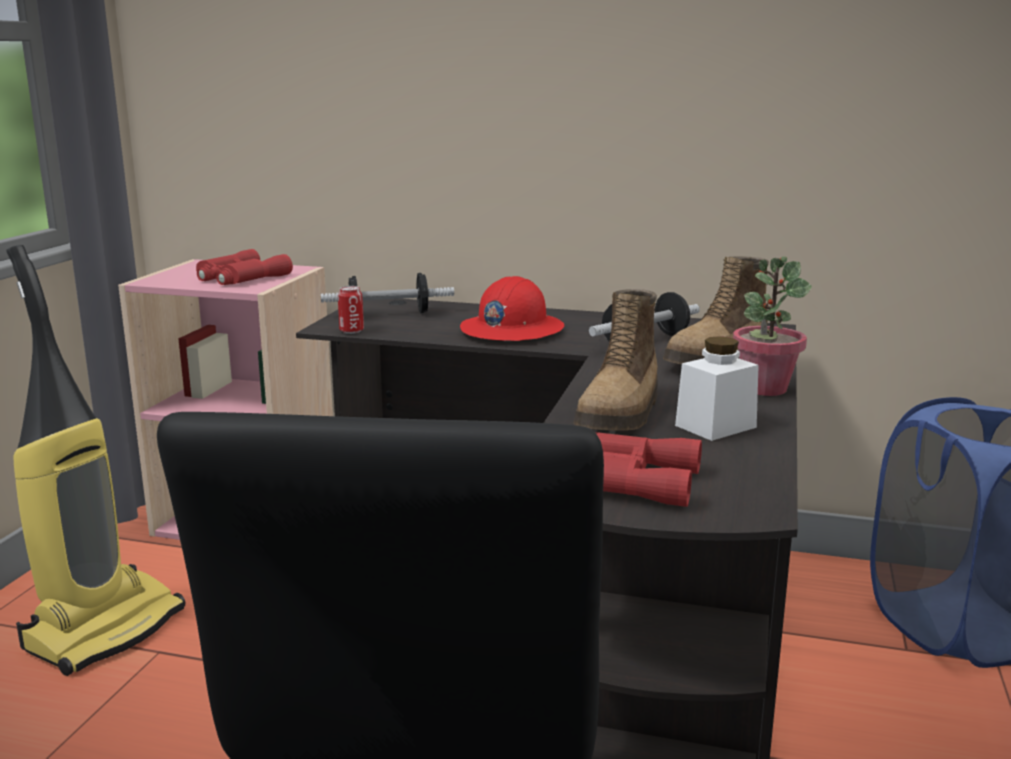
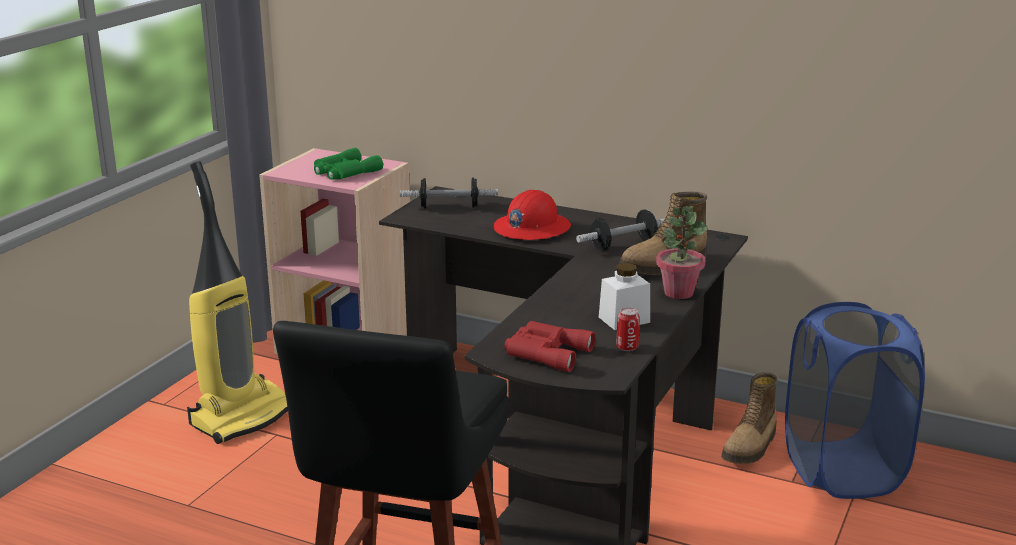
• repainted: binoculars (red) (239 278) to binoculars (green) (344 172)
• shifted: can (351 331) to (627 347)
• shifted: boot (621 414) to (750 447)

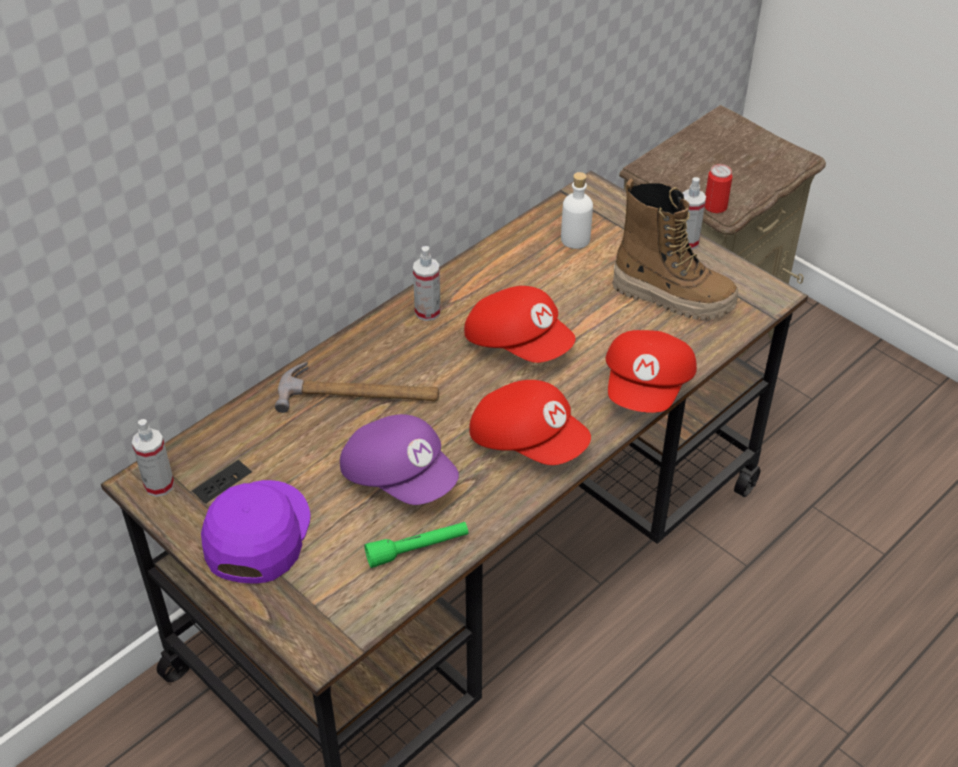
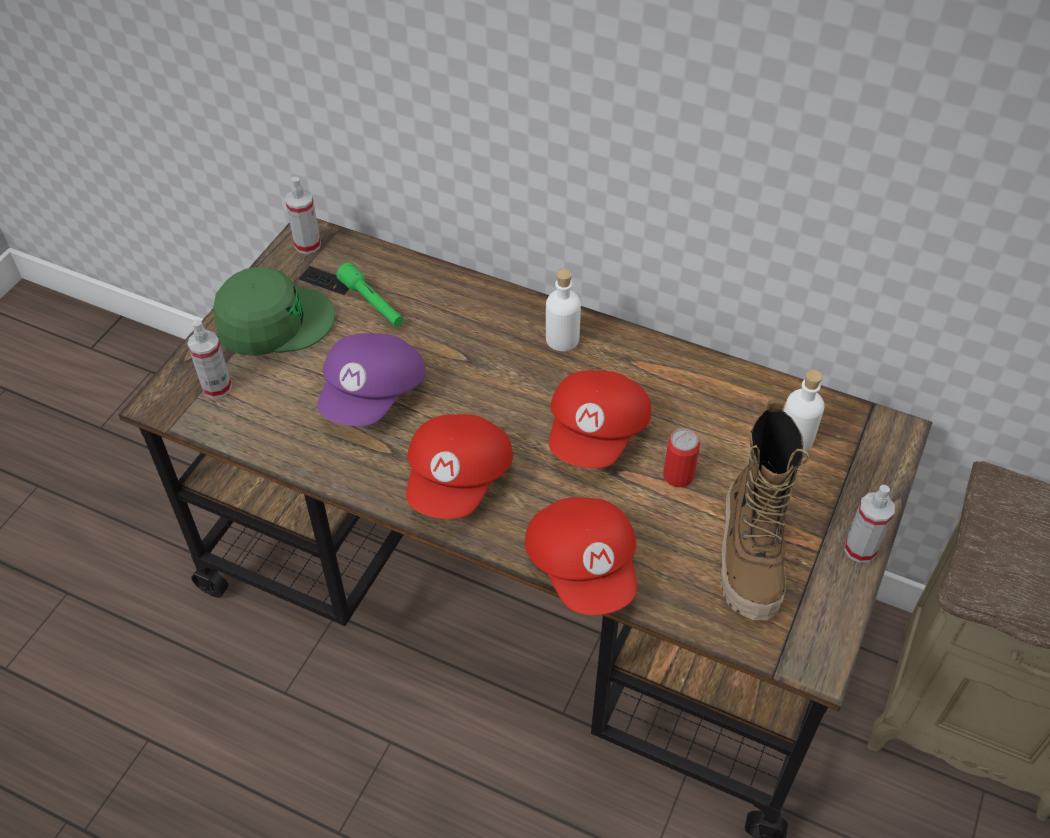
• shifted: can (715 206) to (678 475)
• shifted: spray bottle (427 312) to (217 387)
• rotated: cap (red) (648 388) = (584 567) 105 degrees counterclockwise
• gone: hammer (359 394)
• repainted: cap (purple) (256 534) to cap (green) (273 321)
• shifted: flashlight (green) (417 549) to (372 303)
• new: bottle (white) (562 339)

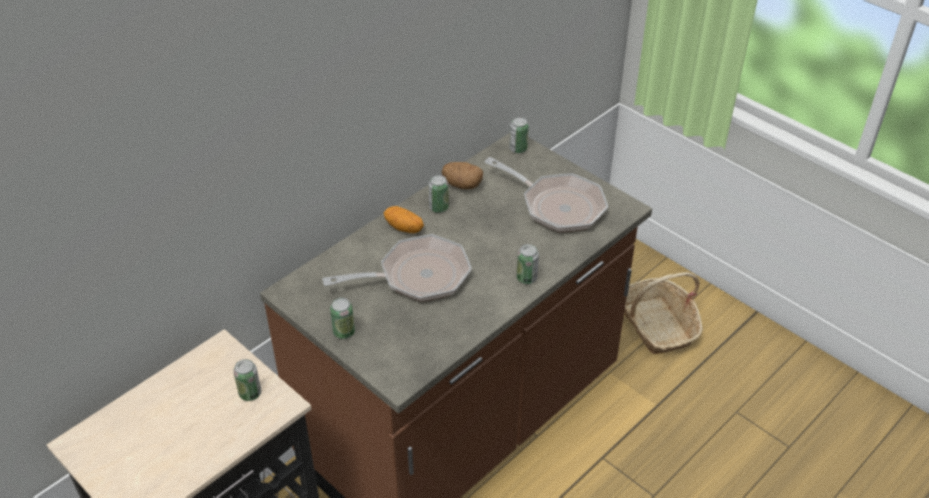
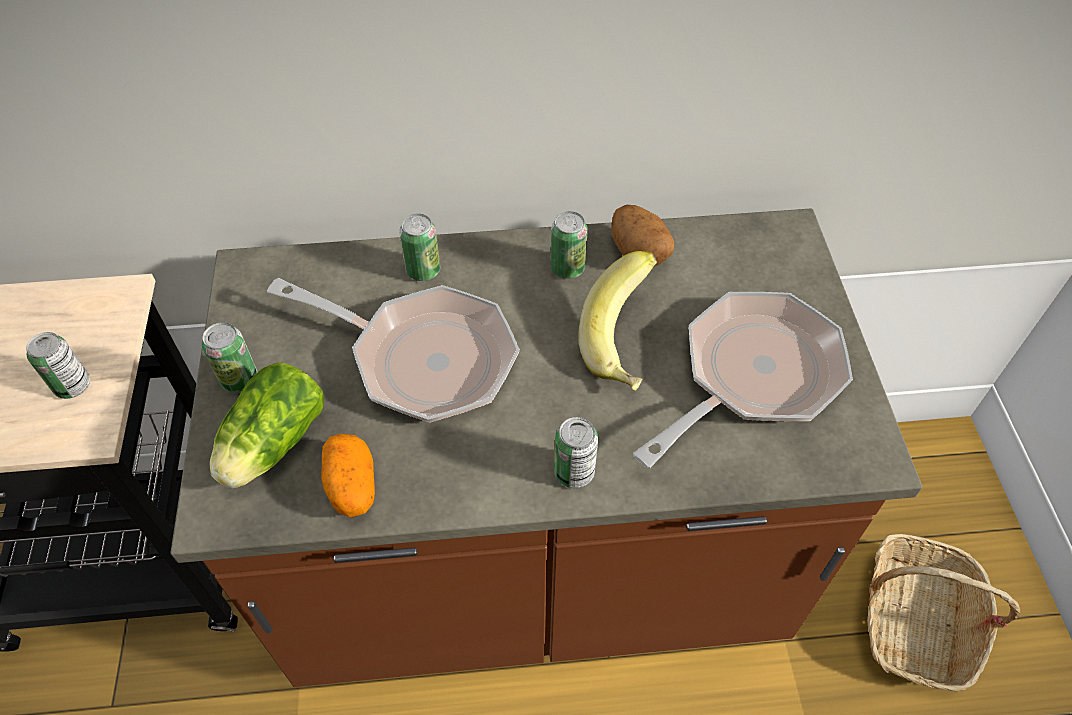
• shifted: can (518 149) to (423 270)
• rotated: frying pan (557 206) = (752 376) 120 degrees counterclockwise
• shifted: potato (404 227) to (351 486)
• new: banana (627 344)
• new: lettuce (271 446)

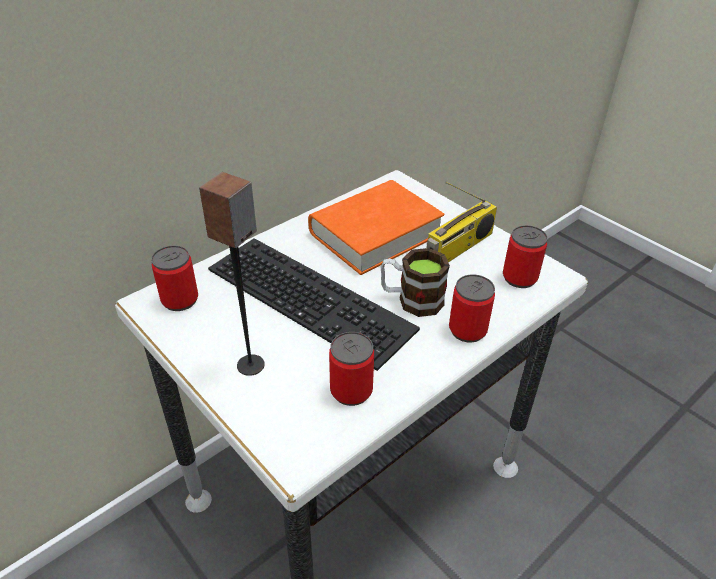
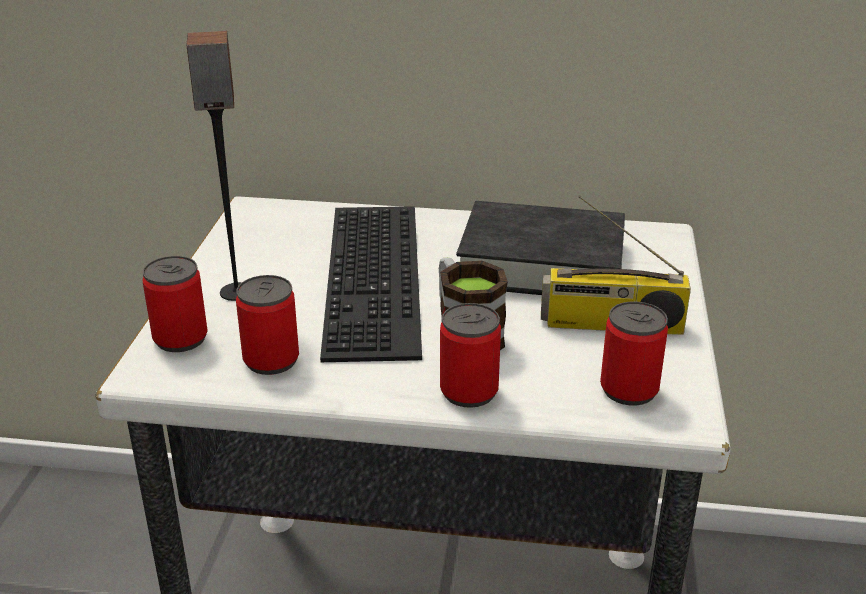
• repainted: book (orange) (375 233) to book (black) (541 263)
• shifted: can (180 300) to (180 339)

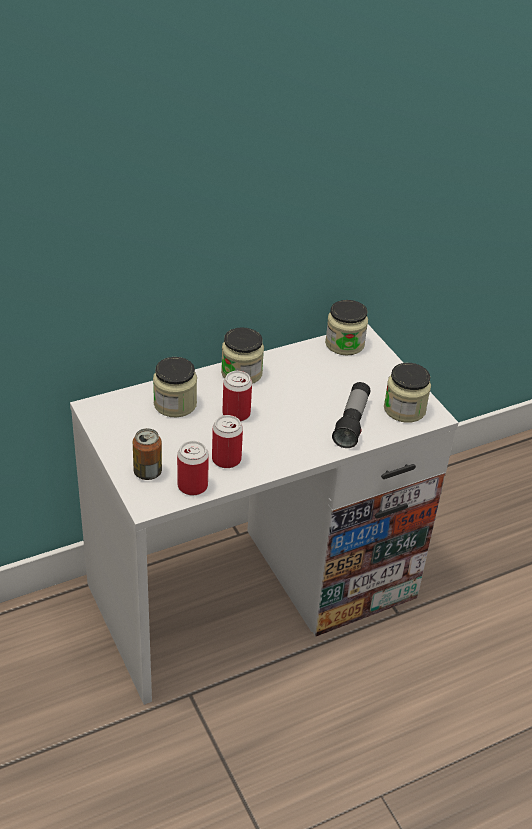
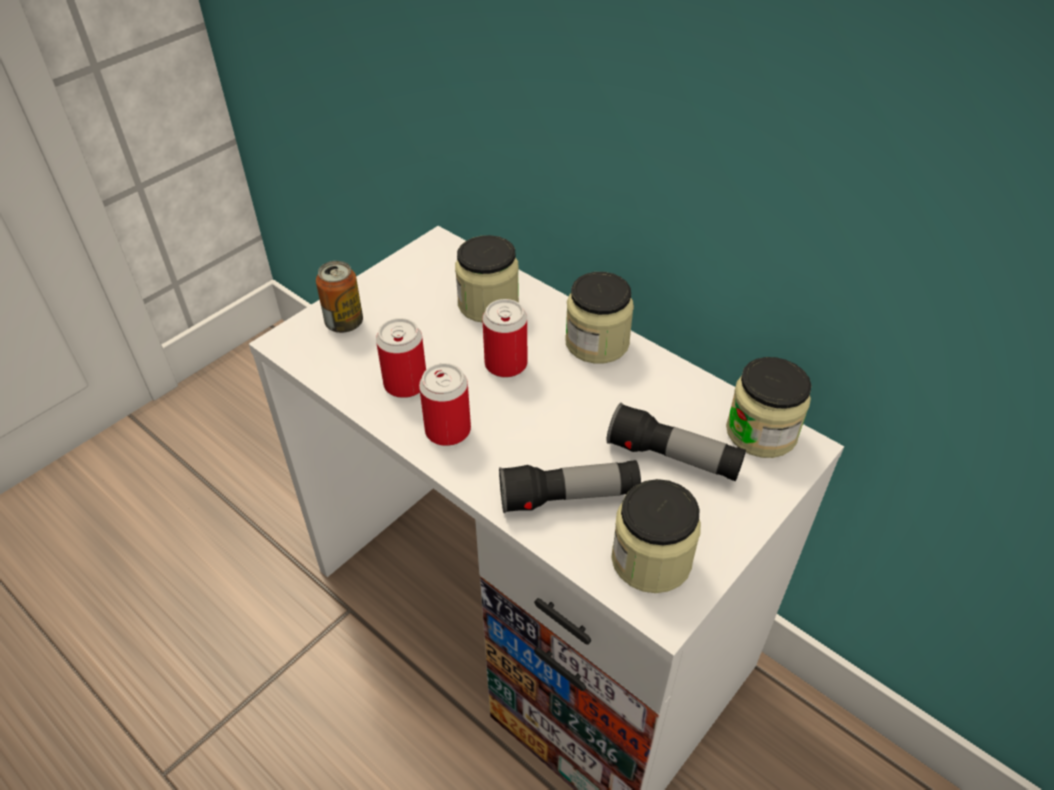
• shifted: can (192 486) to (448 430)
• new: flashlight (673 458)

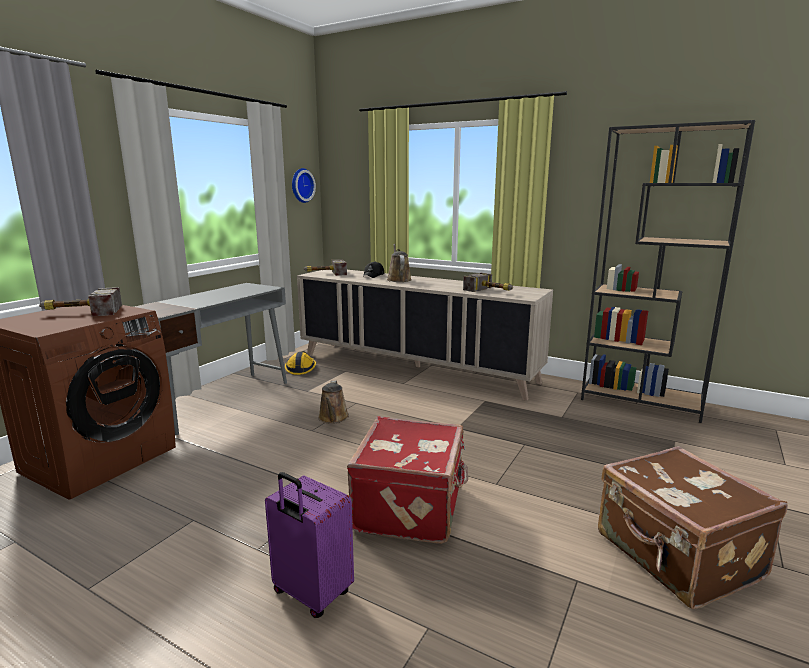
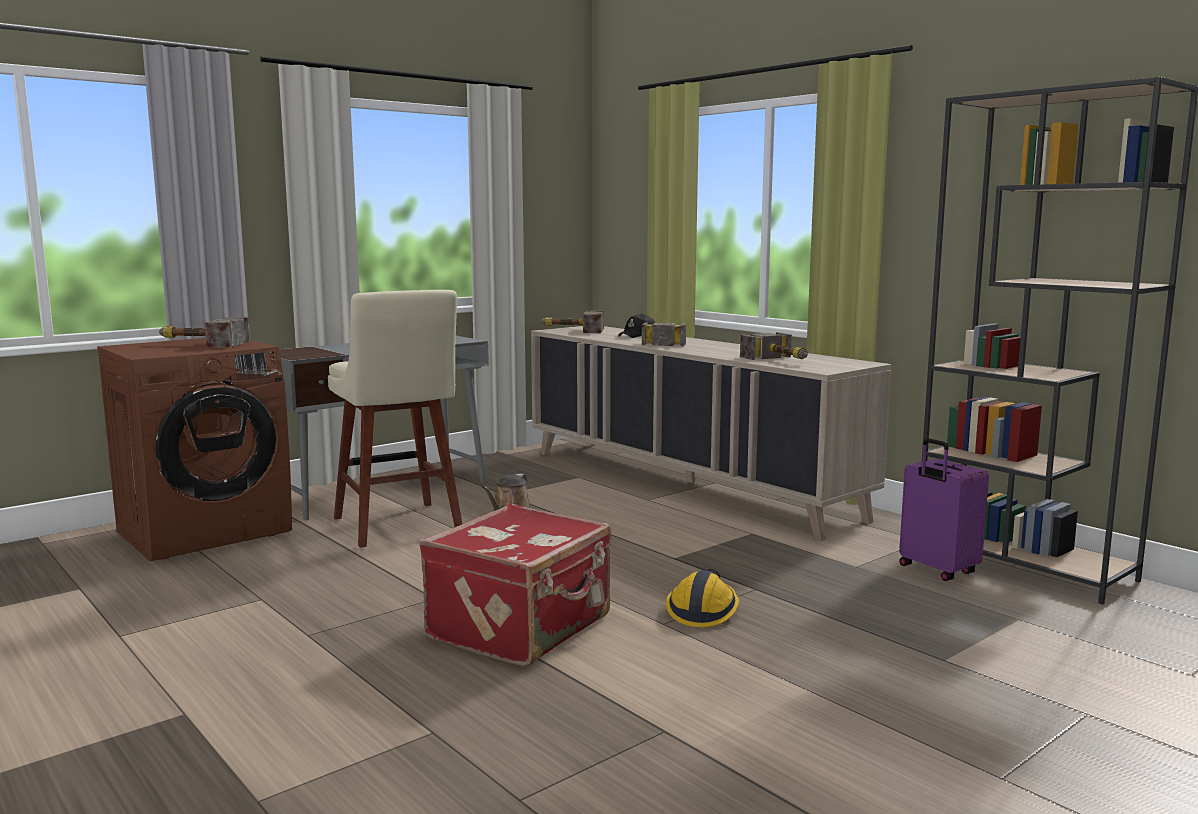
• gone: wall clock (301 185)
• swapped: watering can (brown) (398 279) to hammer (666 341)
• shifted: hard hat (301 368) to (702 611)
• gone: suitcase (brown) (676 557)
• shifted: suitcase (purple) (311 594) to (936 570)
• new: stool (beige) (397 526)

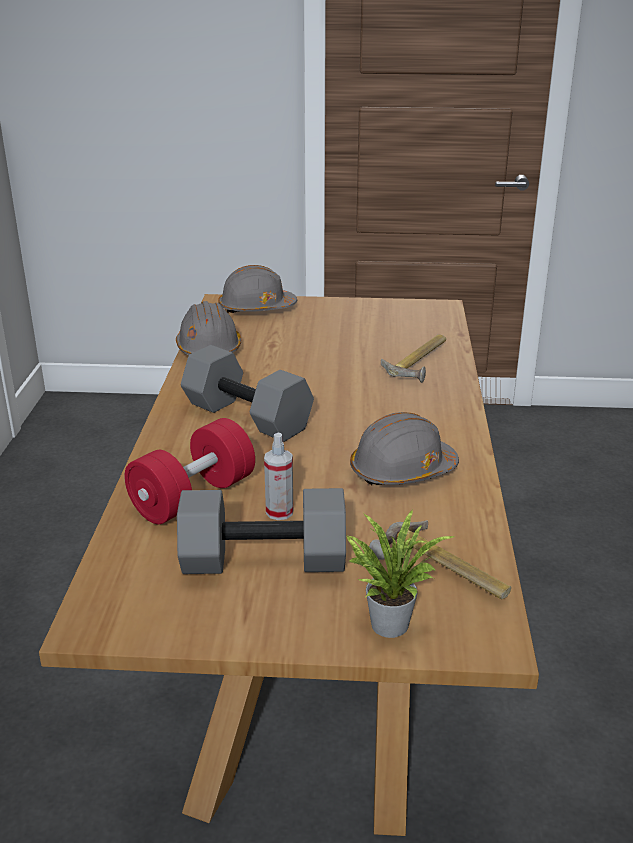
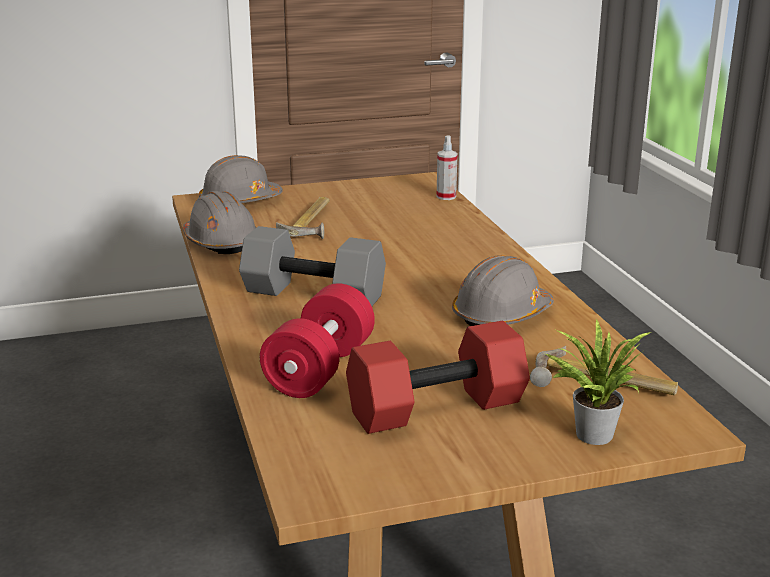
• shifted: hammer (421 362) to (313 223)
• shifted: spray bottle (279 512) to (446 197)
• repainted: dumbbell (grey) (262 562) to dumbbell (red) (436 409)

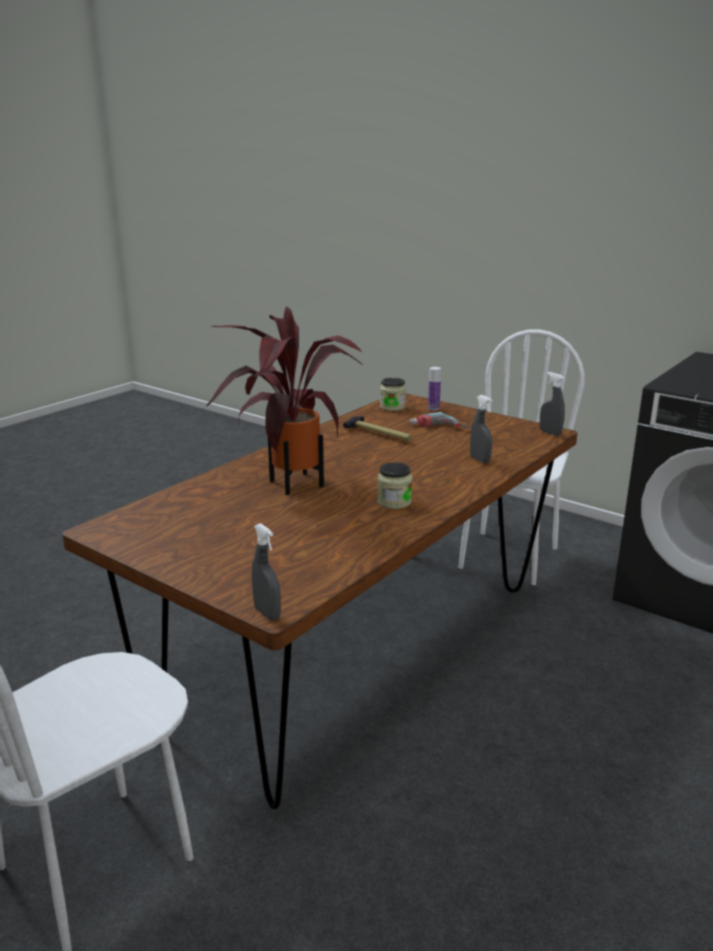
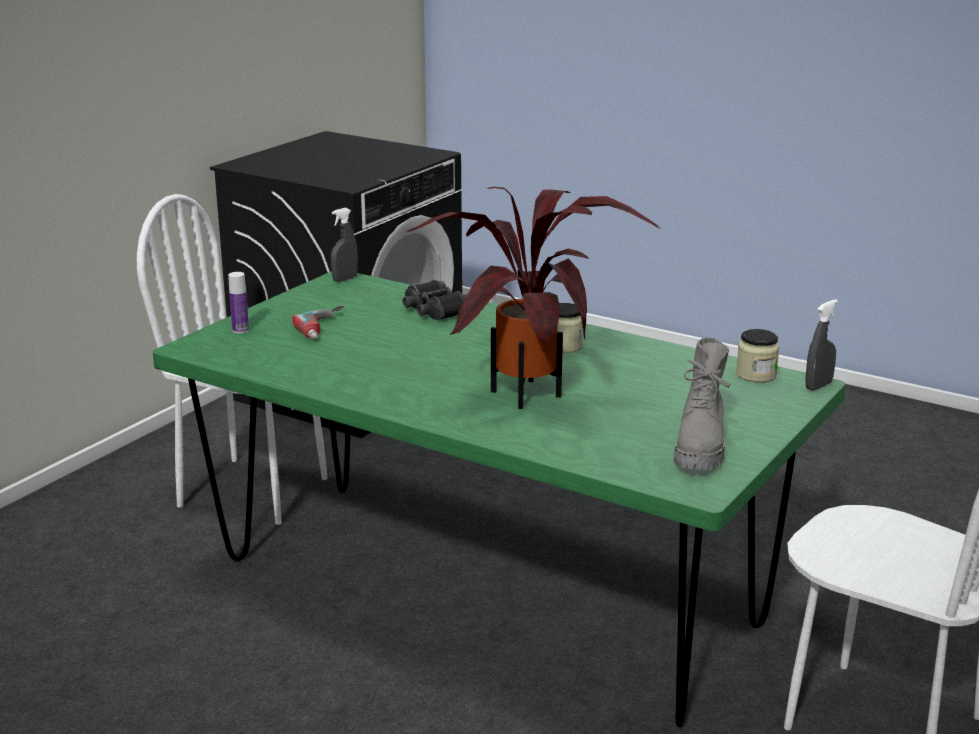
• shifted: jar (392 407) to (756 375)
• repainted: dining table (brown) (357 655) to dining table (green) (492 591)
• swapped: spray bottle (grey) (480 460) to binoculars (black) (434 310)
• gone: hammer (379 434)
• new: boot (grey) (701 448)

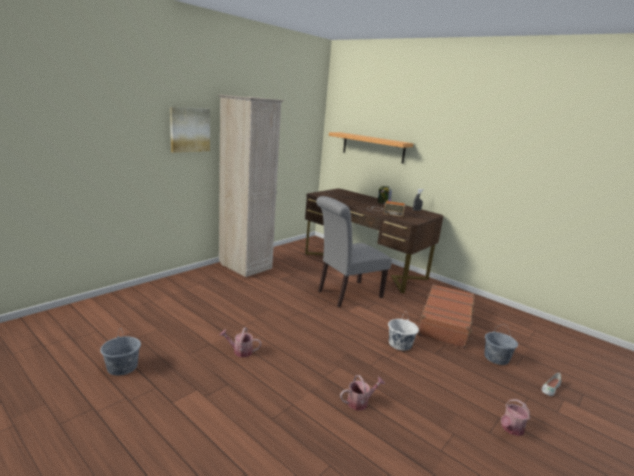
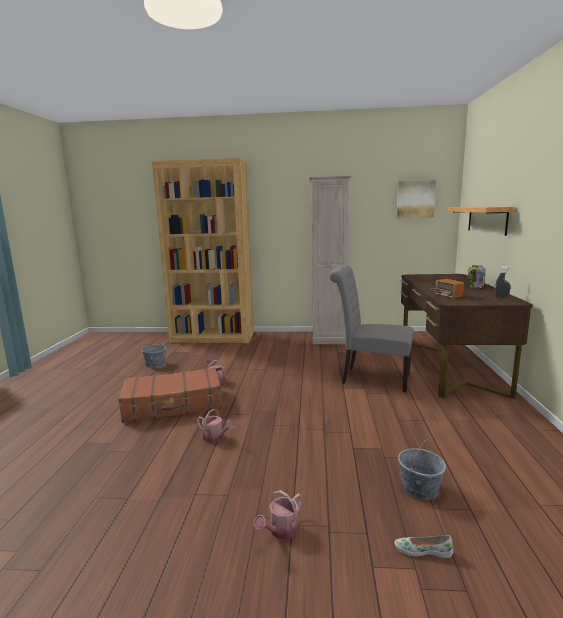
• shifted: picture (189 129) to (415 199)
• shifted: suitcase (brown) (446 323) to (173 405)
• gone: bucket (white) (400 344)
• rotated: watering can (511 429) = (281 531) 60 degrees counterclockwise
• new: bookcase (brown) (213 337)

